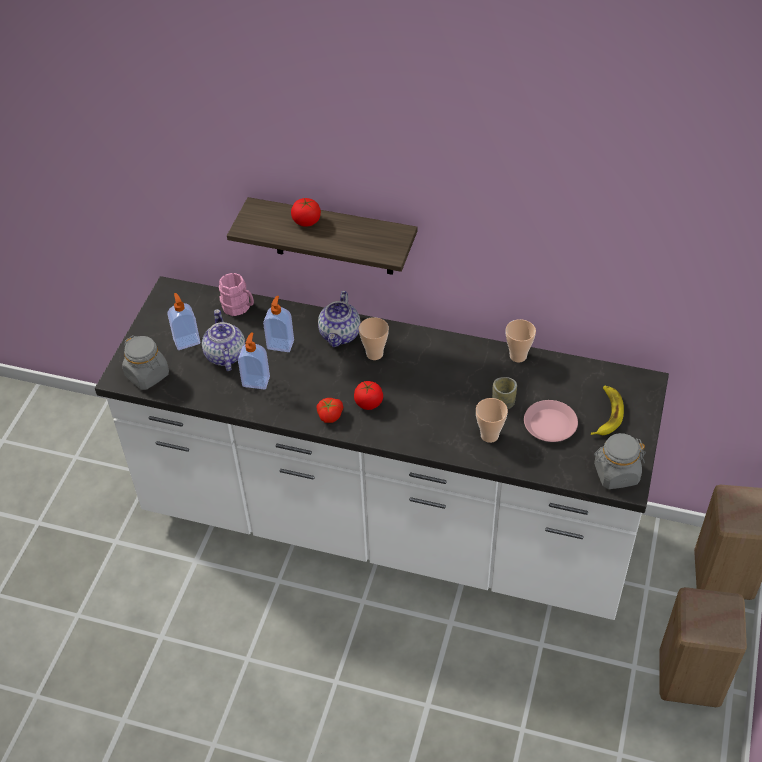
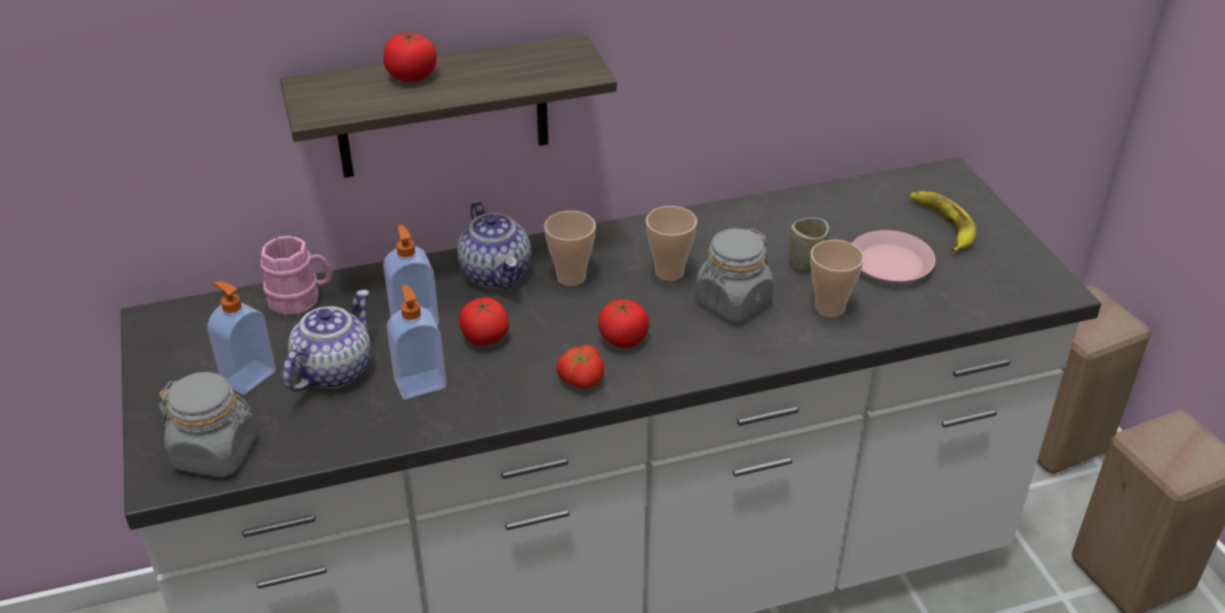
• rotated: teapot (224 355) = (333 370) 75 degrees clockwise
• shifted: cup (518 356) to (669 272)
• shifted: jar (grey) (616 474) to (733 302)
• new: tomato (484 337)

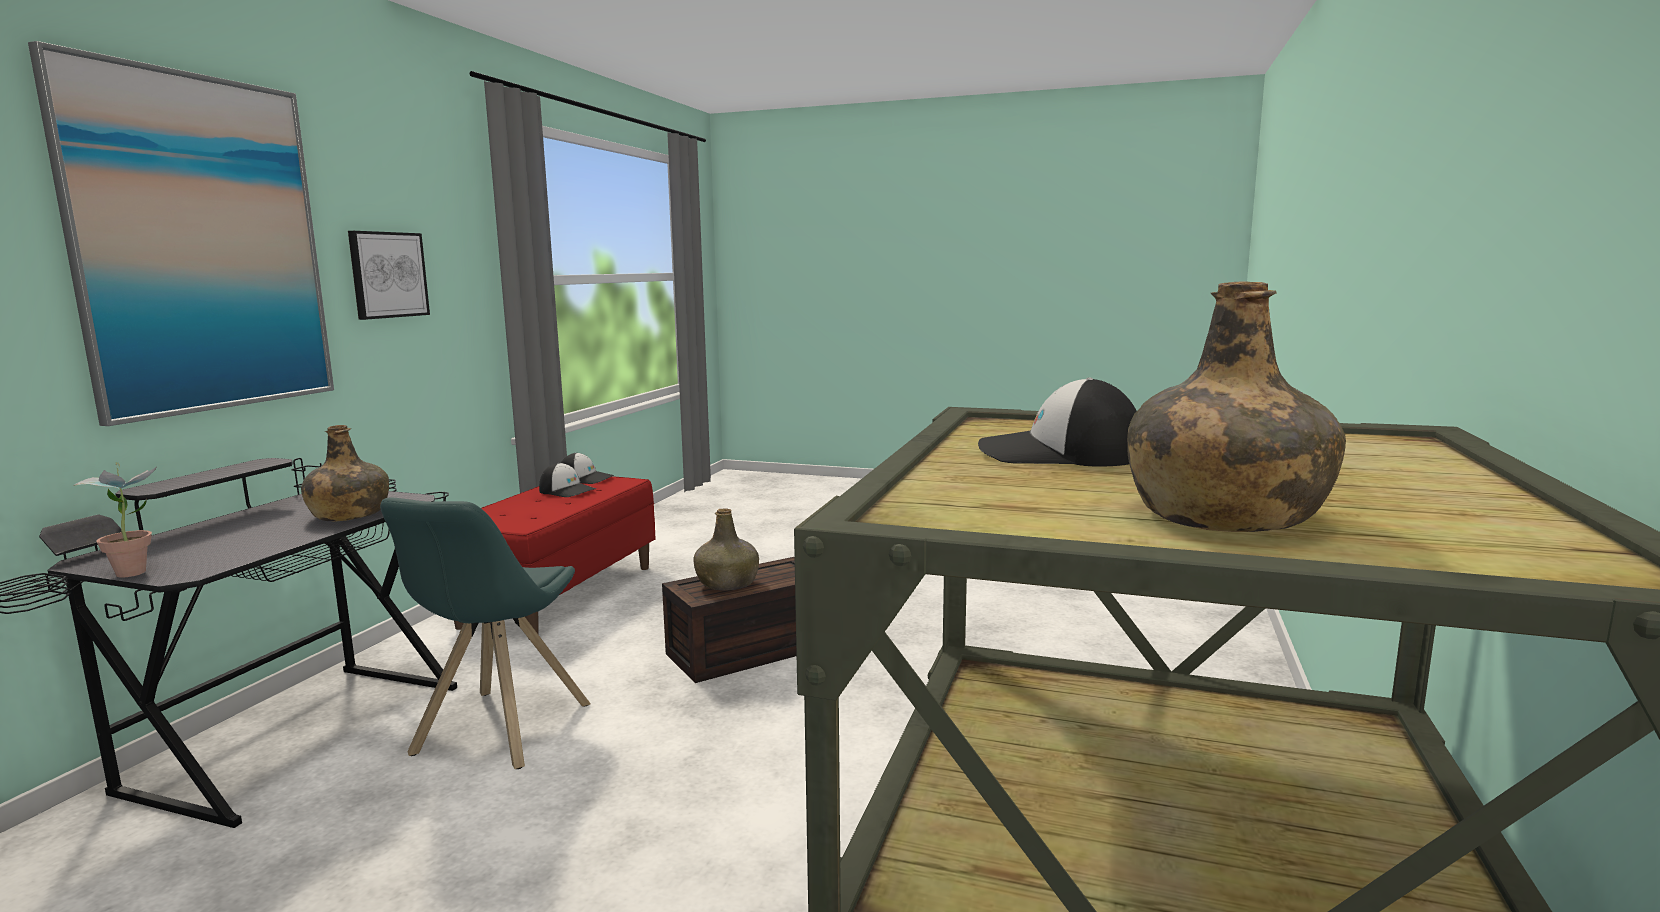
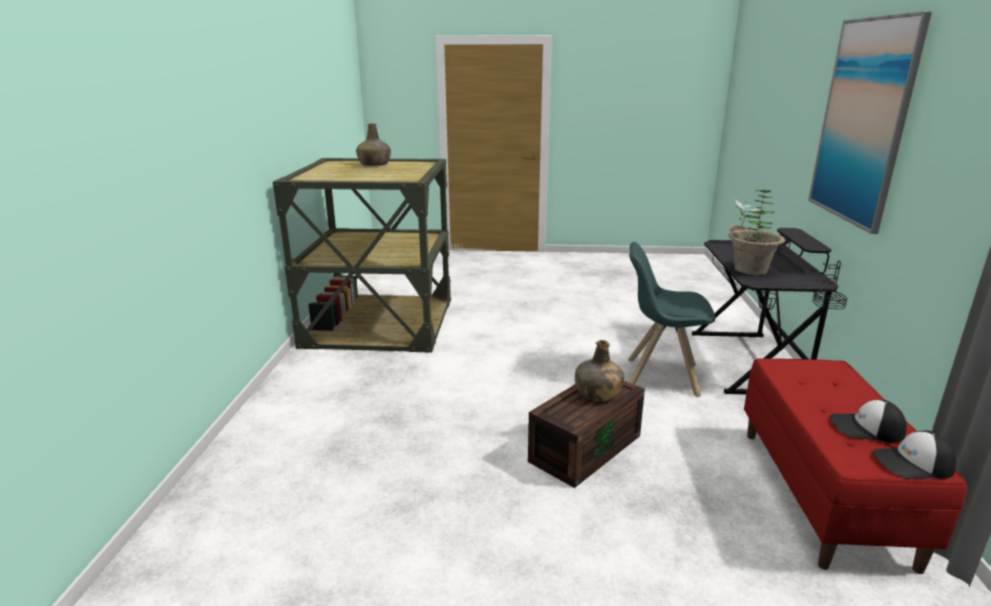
• gone: picture (388 275)
• gone: cap (1058 454)
• swapped: bottle (green) (348 515) to potted plant (750 270)
• rotated: chair (turquoise) (500 728) = (661 376) 75 degrees counterclockwise

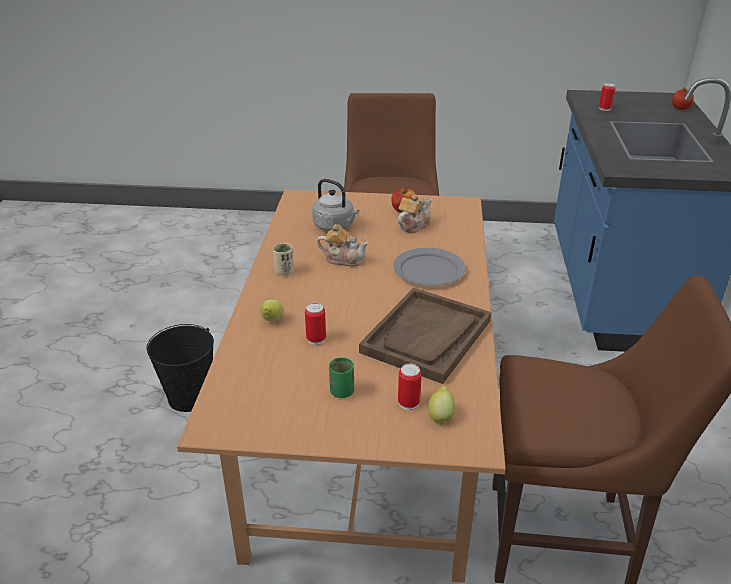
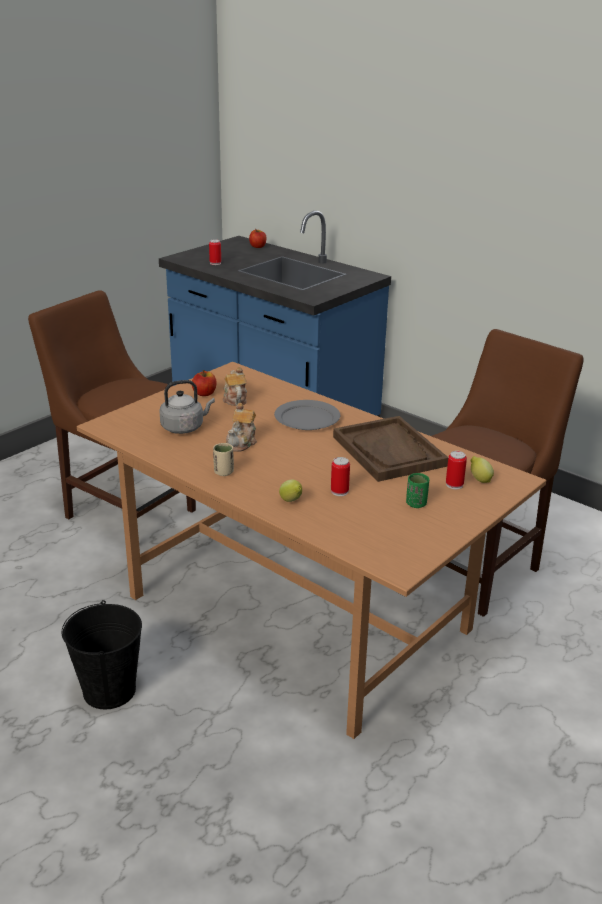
• rotated: teapot (343 259) = (242 442) 150 degrees clockwise

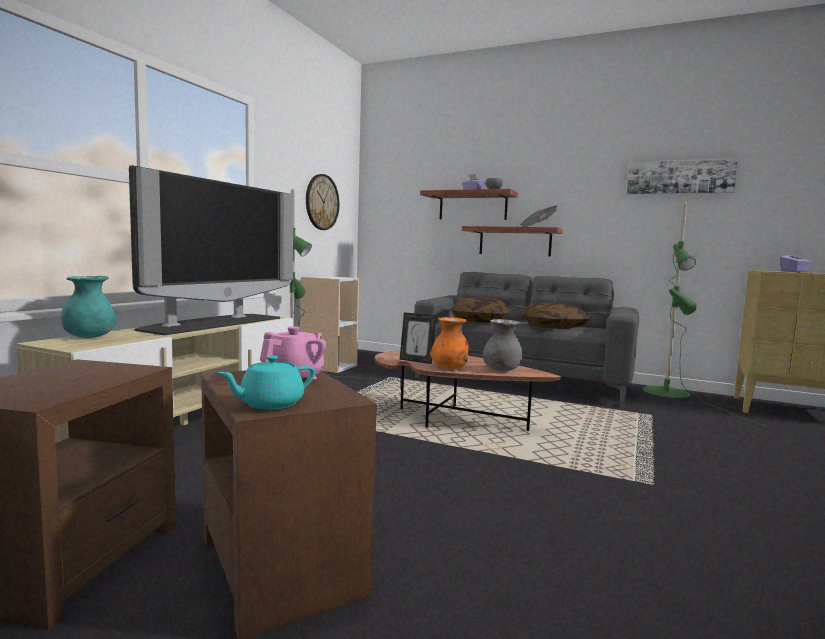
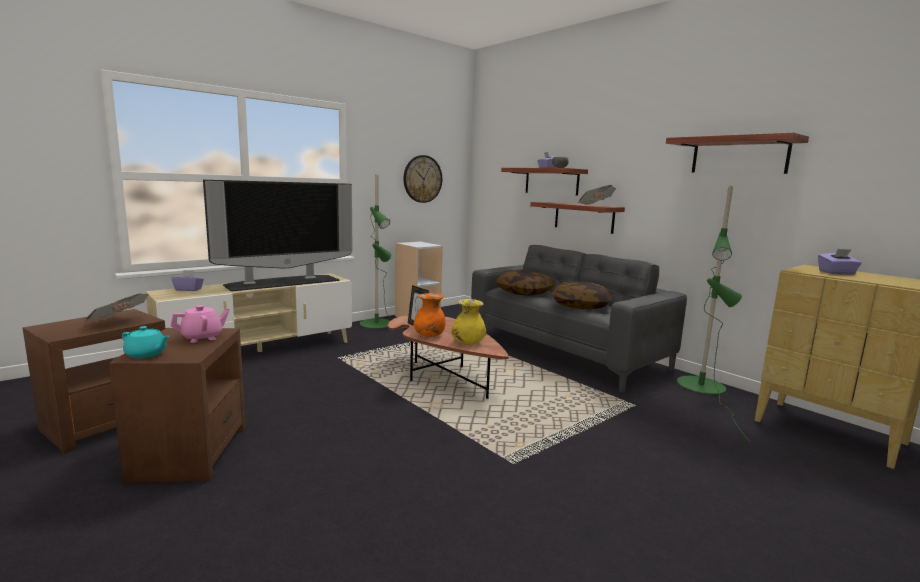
• swapped: picture (679 177) to shelf (739 156)
• swapped: vase (turquoise) (90 337) to tissue box (purple) (188 289)
• repainted: vase (grey) (501 370) to vase (yellow) (468 343)
• rotated: teapot (turquoise) (270 404) = (147 354) 150 degrees counterclockwise
• new: newspaper (118 322)

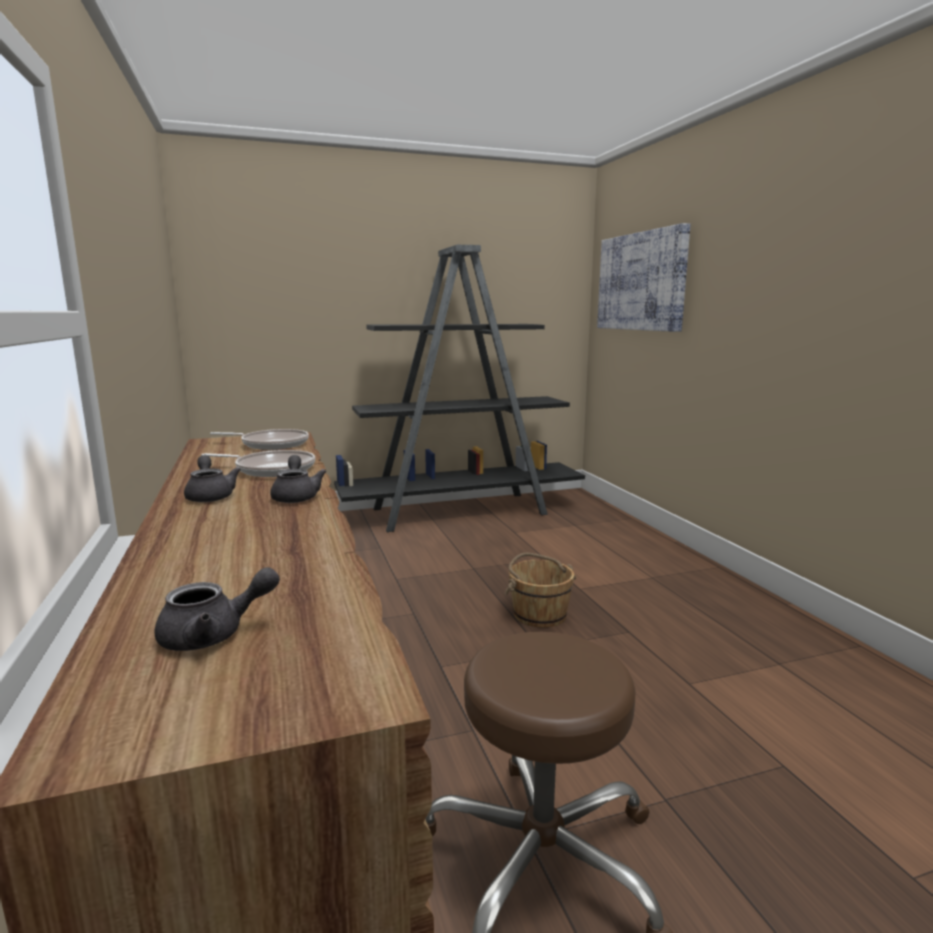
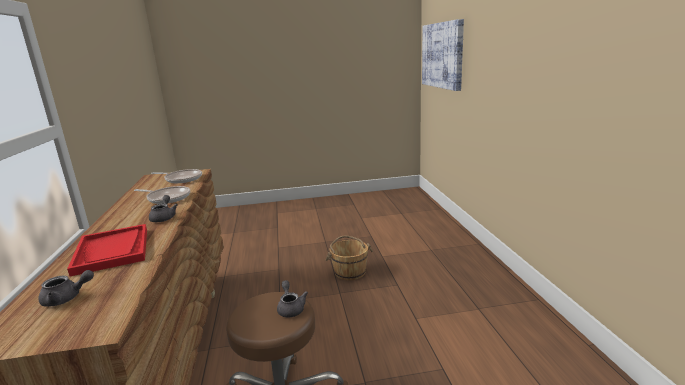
• gone: bookcase (black) (462 511)
• shifted: teapot (grey) (210 496) to (291 308)
• new: tray (red) (112 251)

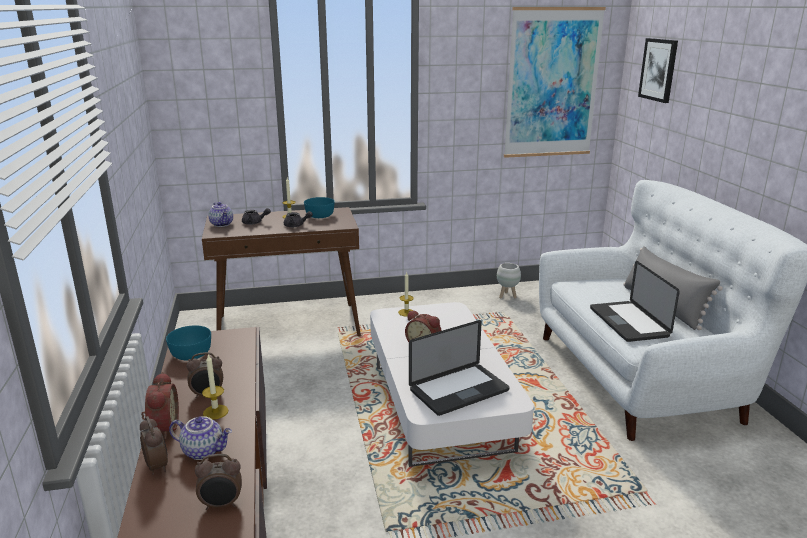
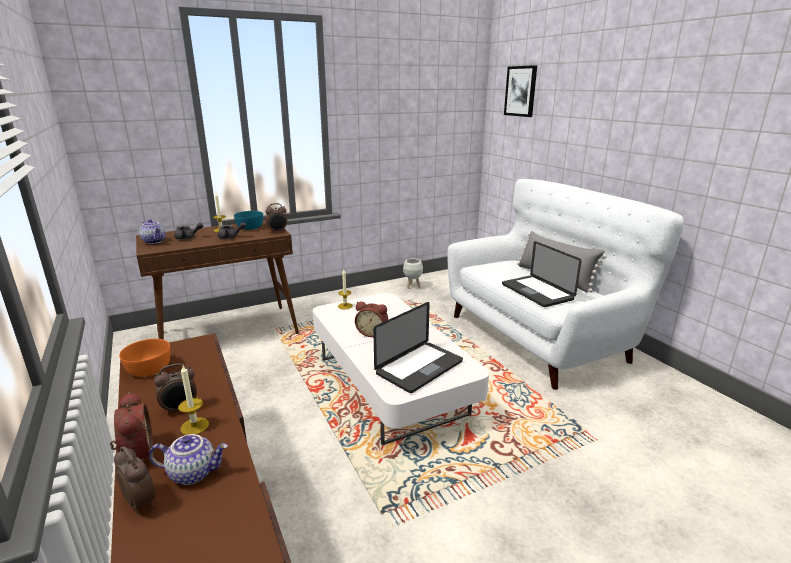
• gone: picture (552 83)
• repainted: bowl (turquoise) (192 353) to bowl (orange) (149 368)
• shifted: alarm clock (221 505) to (277 231)

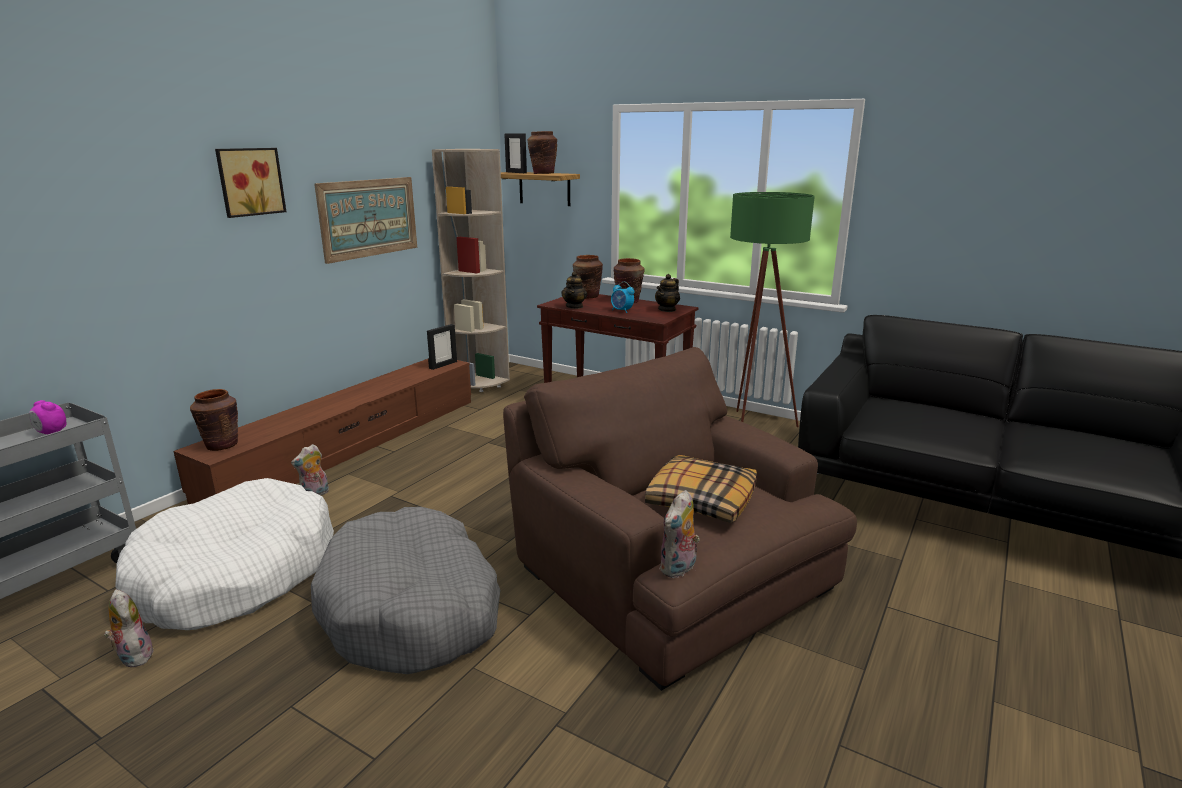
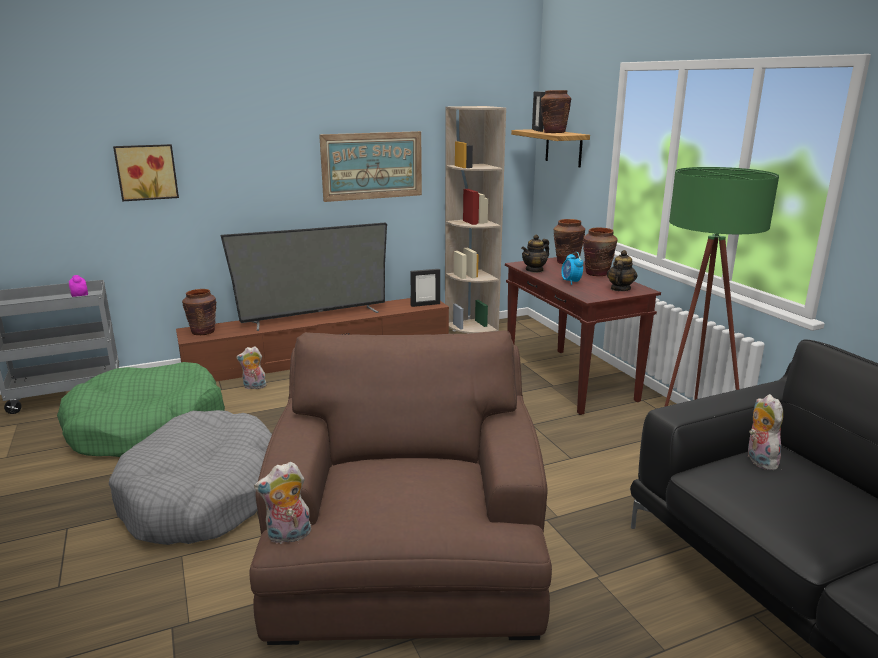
• shifted: picture (249 181) to (146 172)
• rotated: teapot (667 310) = (620 289) 135 degrees clockwise
• gone: pillow (700 500)
• repainted: dog bed (white) (235 574) to dog bed (green) (147 427)
• shifted: plush toy (133 656) to (758 460)
• new: television (315 317)

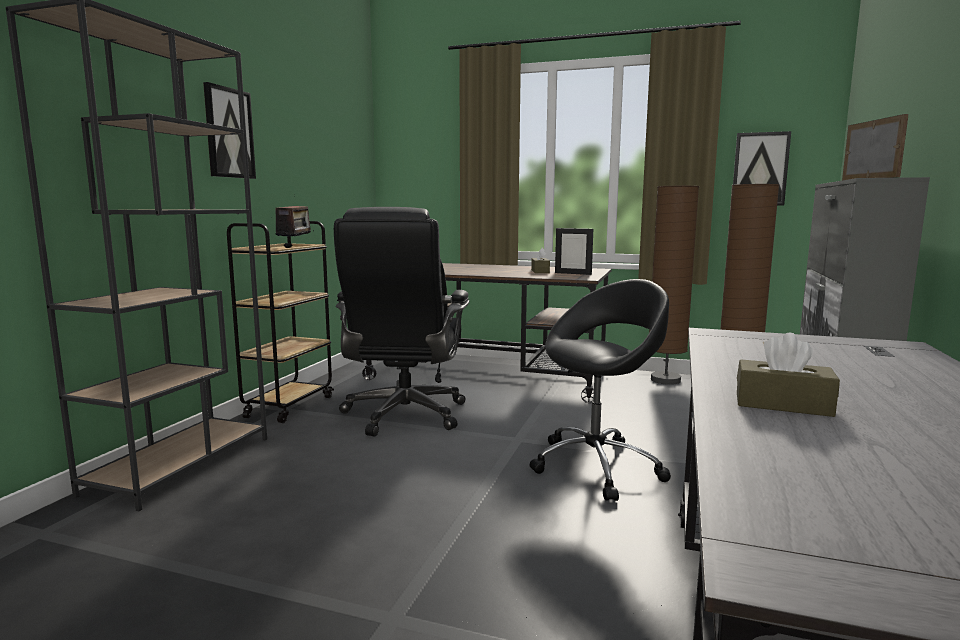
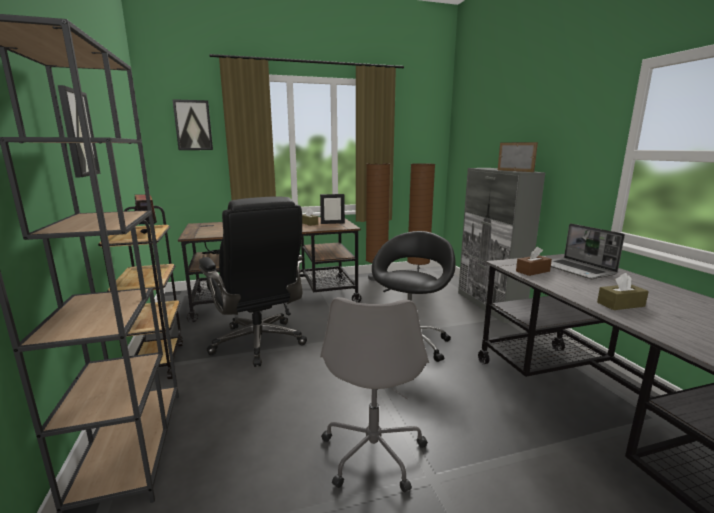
• shifted: picture (760 169) to (193 125)
• new: laptop (577 269)
• new: tissue box (brown) (532 271)
• new: office chair (grey) (373 455)

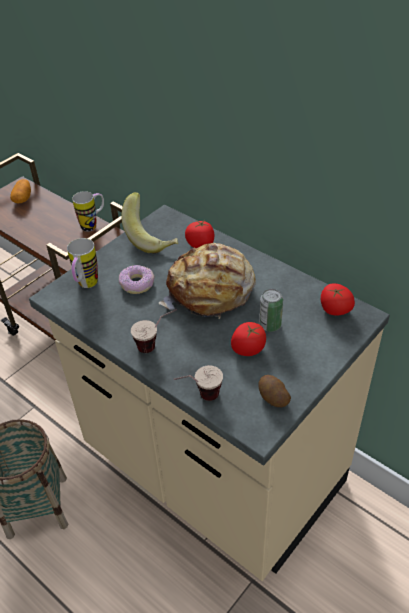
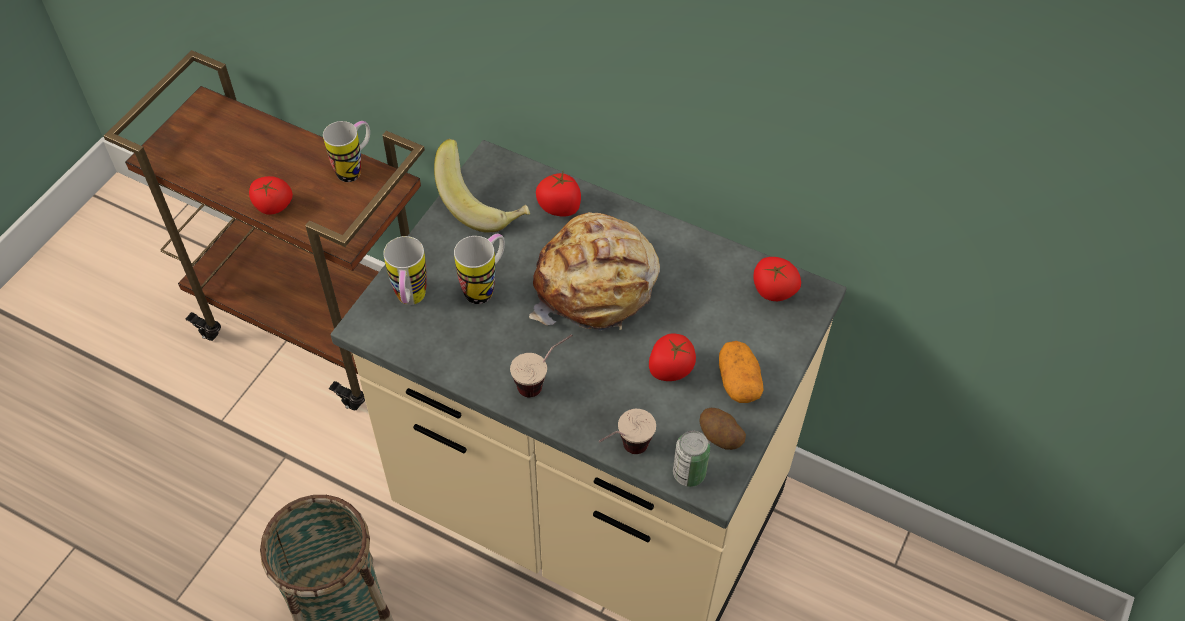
• shifted: potato (23 198) to (738 381)
• swapped: donut (137 283) to mug (485 287)
• shifted: can (270 325) to (689 473)
• new: tomato (273 206)

